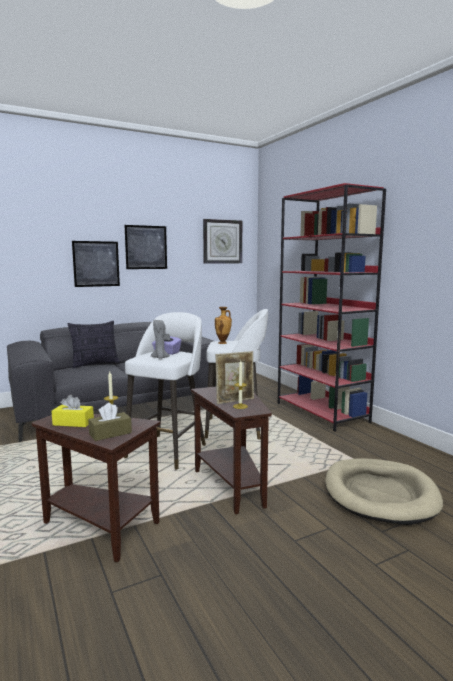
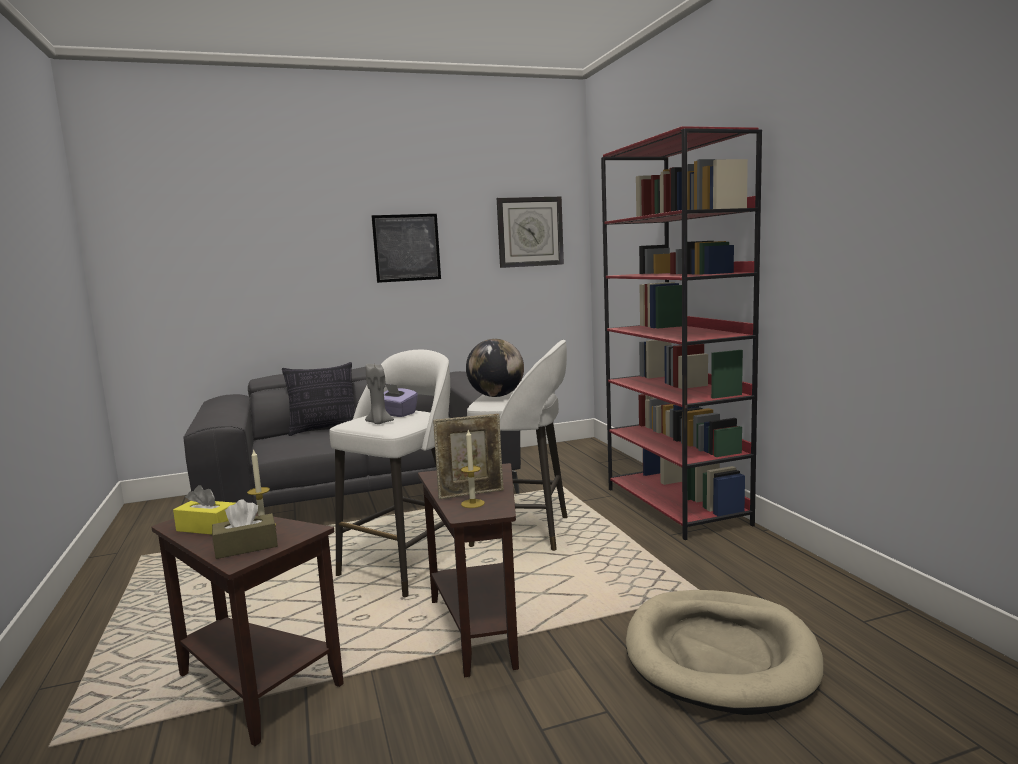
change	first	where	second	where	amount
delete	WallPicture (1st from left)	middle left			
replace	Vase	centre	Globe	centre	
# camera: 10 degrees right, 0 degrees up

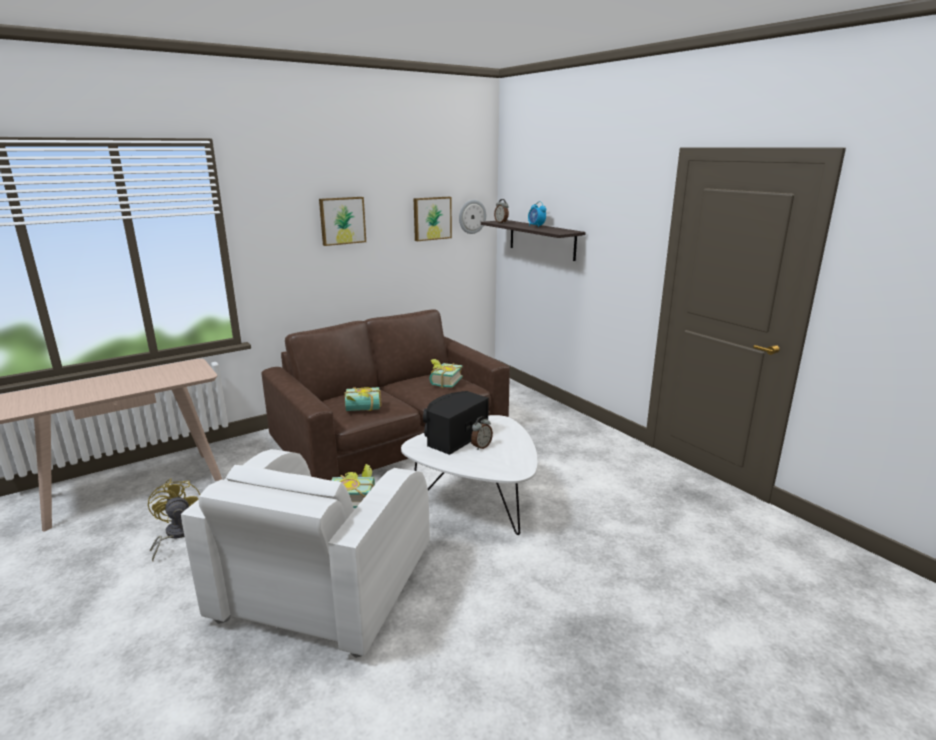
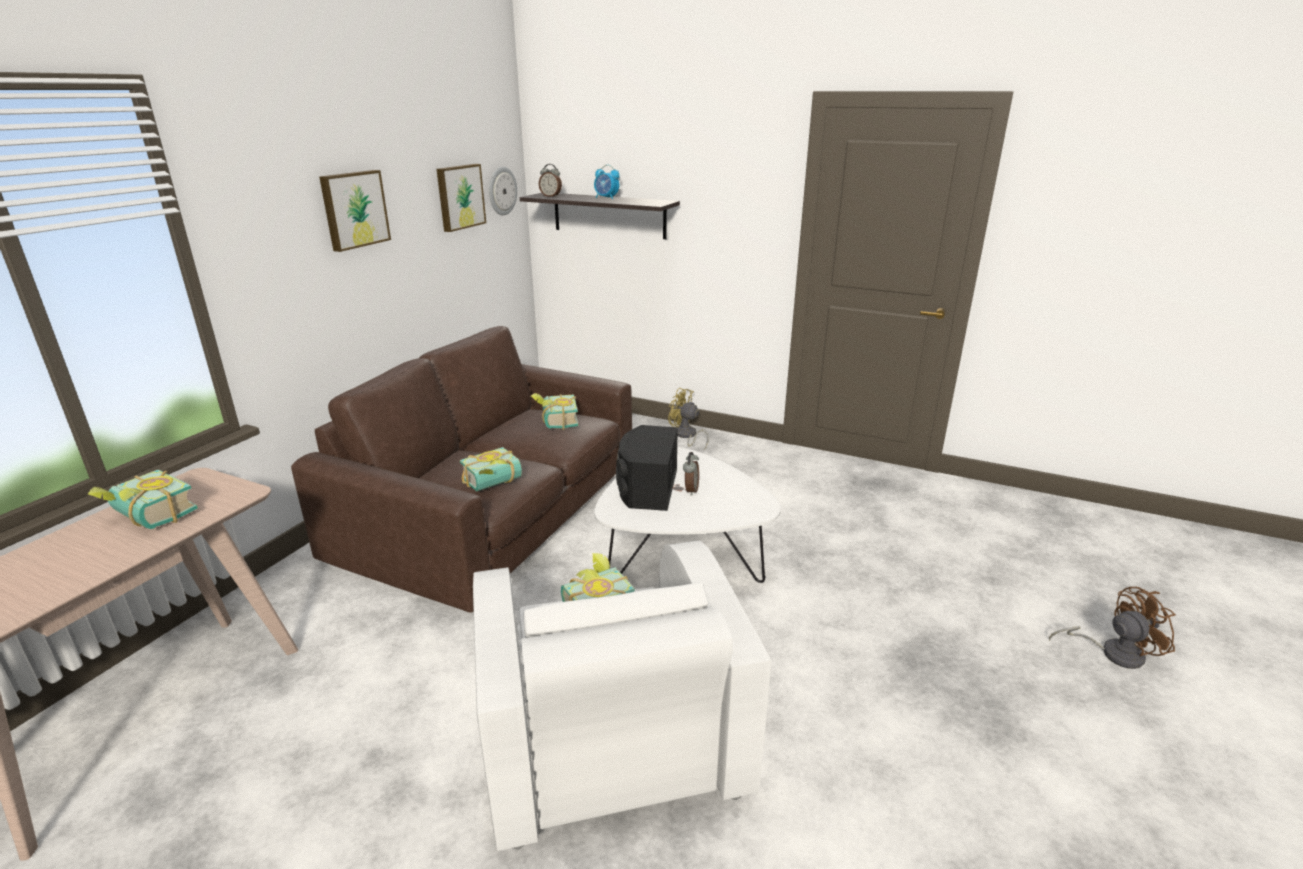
change	first	where	second	where	amount
insert			BoundBook (1st from left)	middle left	
insert			BrownColouredCoolingFan	bottom right	
move	YellowishCoolingFan	bottom left		centre	
# camera: 30 degrees left, 5 degrees up

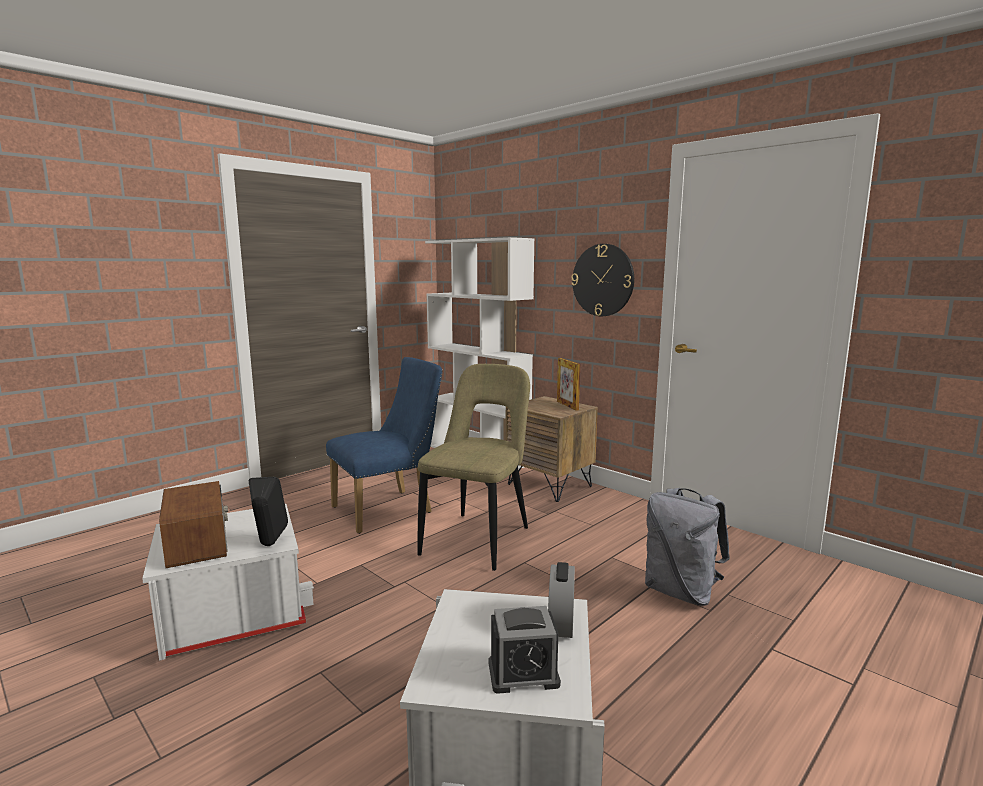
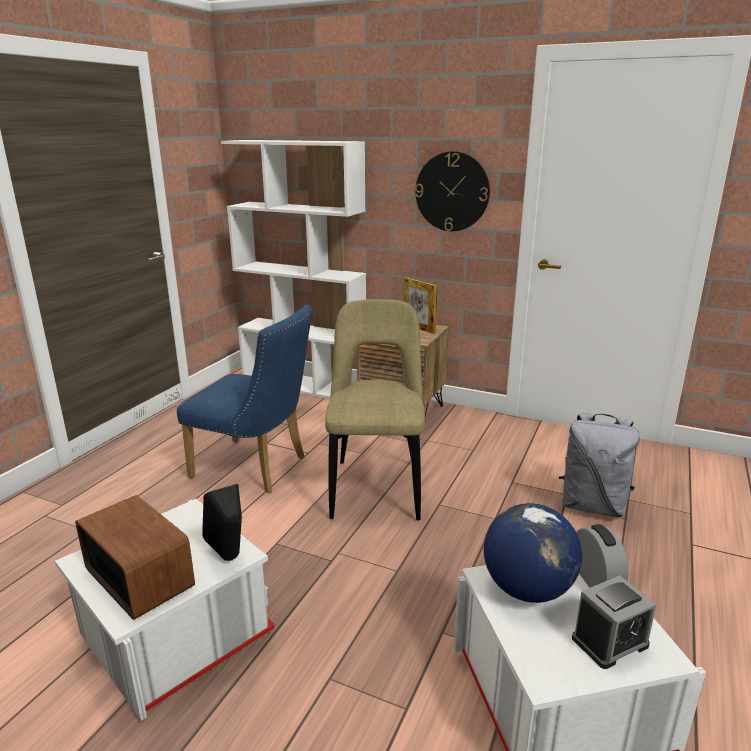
change	first	where	second	where	amount
insert			Globe	bottom right	
rotate	BluishChair	centre		middle left	75 degrees clockwise
# camera: 20 degrees left, 10 degrees up

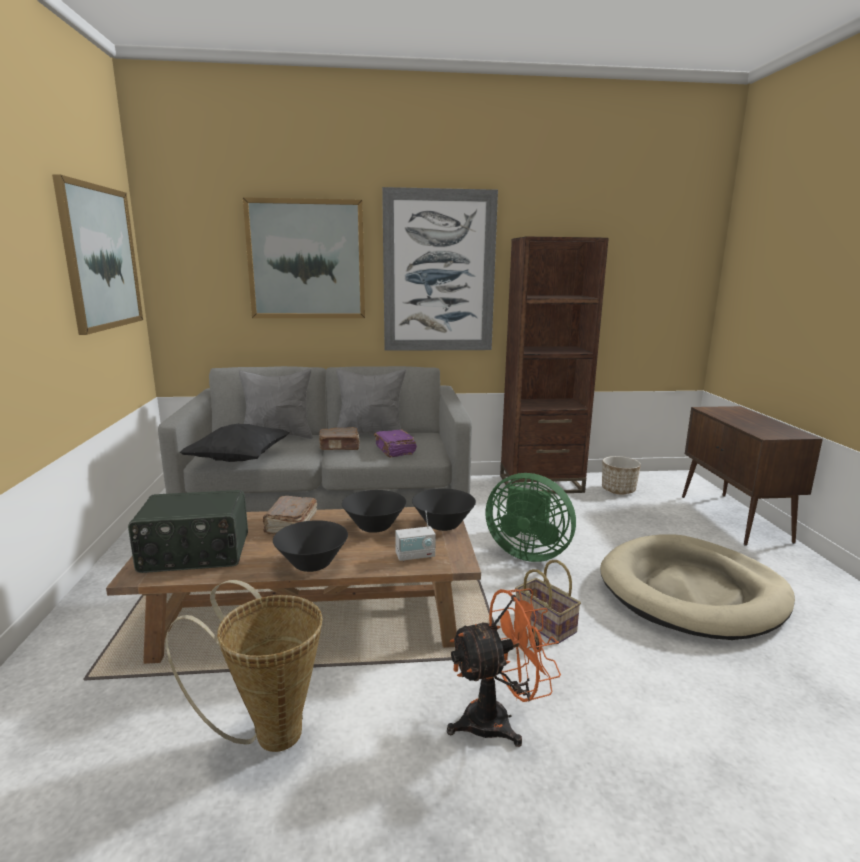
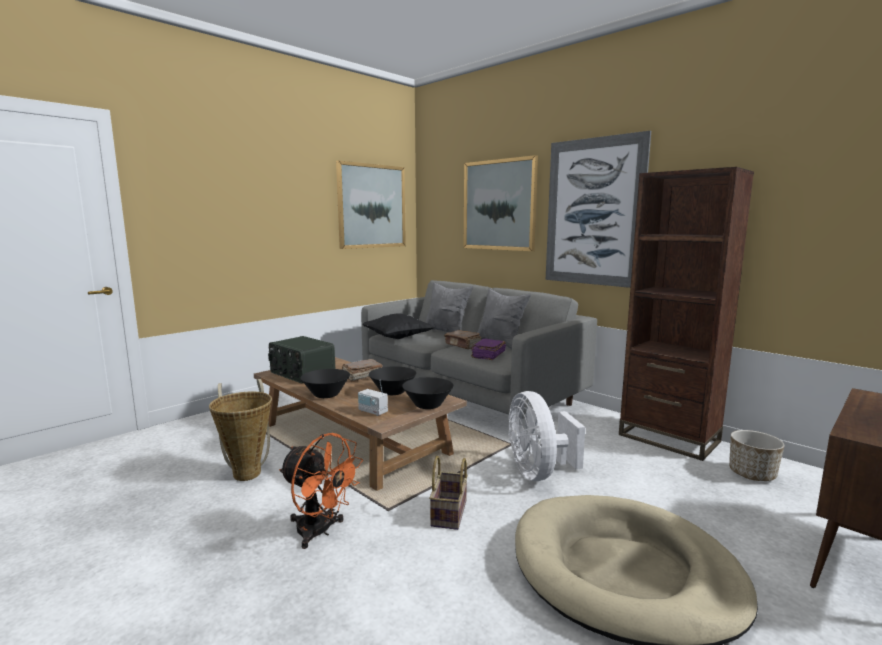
change	first	where	second	where	amount
recolor	GreenishCoolingFan	centre	WhitishCoolingFan	bottom centre	
# camera: 50 degrees right, 5 degrees down

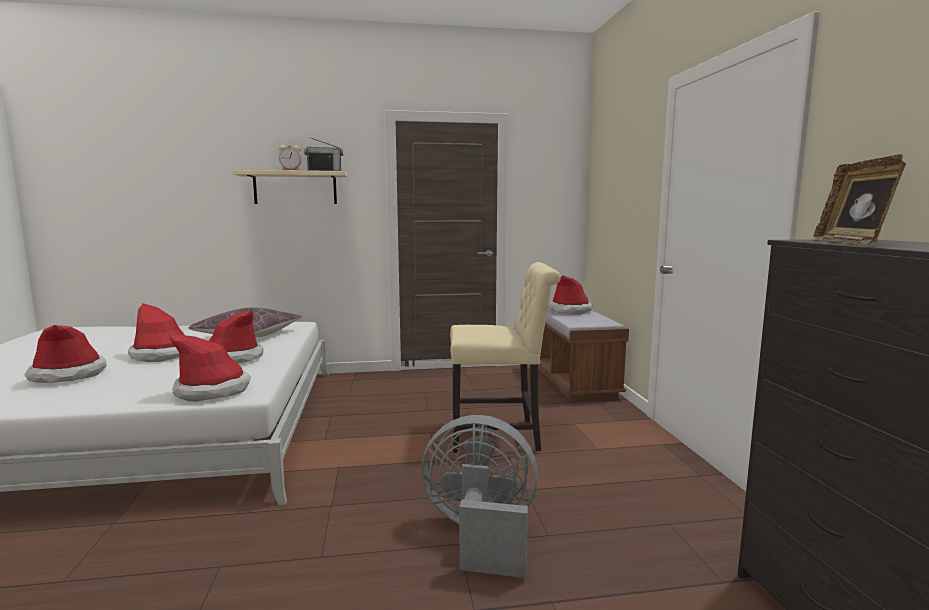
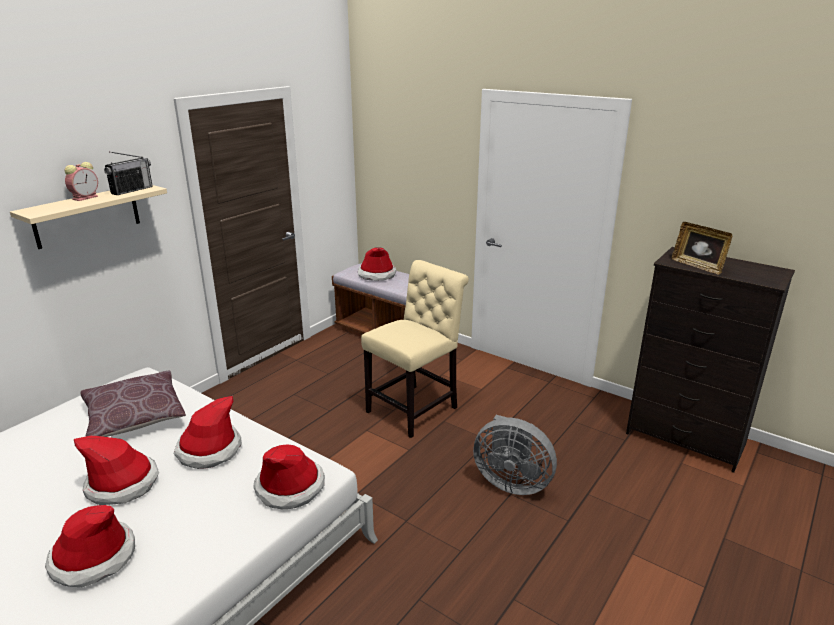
change	first	where	second	where	amount
rotate	GreyishCoolingFan	bottom centre		bottom centre	120 degrees counterclockwise
# camera: 45 degrees left, 15 degrees up

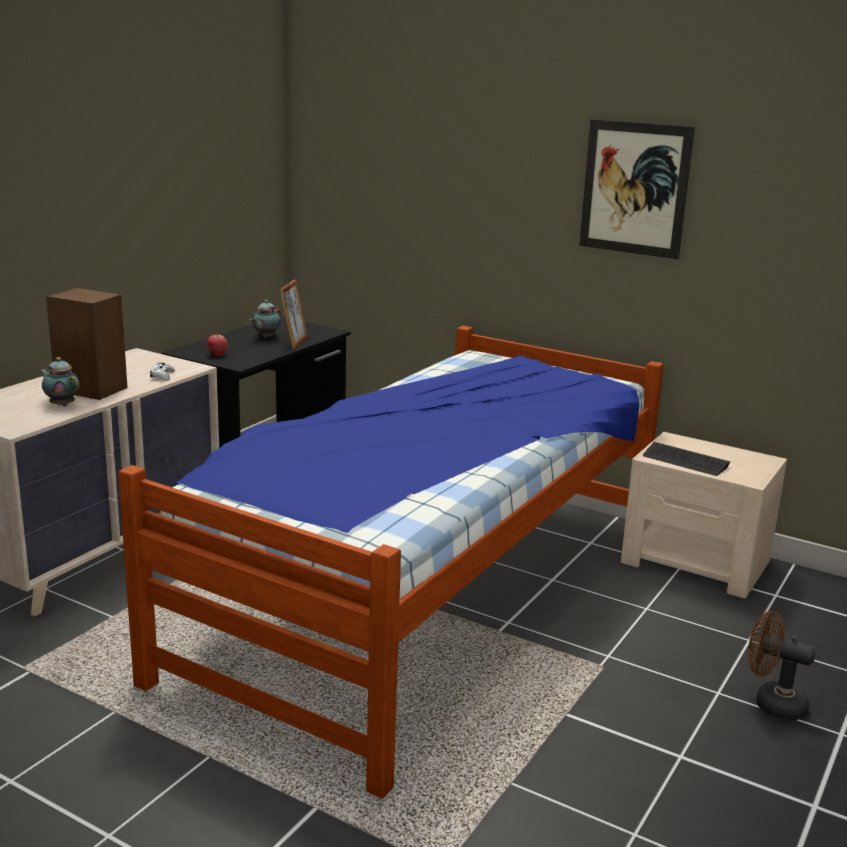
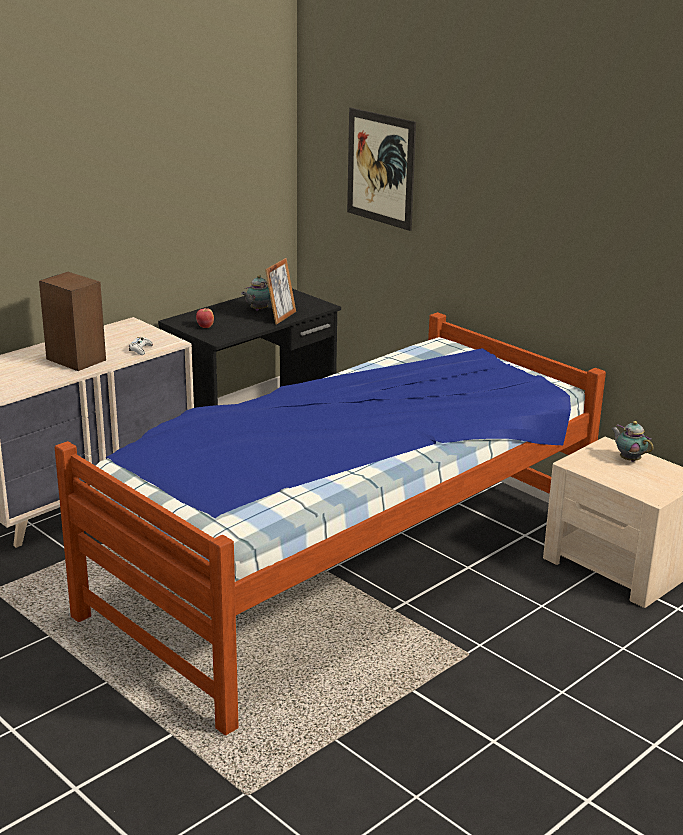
change	first	where	second	where	amount
delete	PcKeyboard	middle right			
delete	BrownColouredCoolingFan	bottom right			
move	TeaPot (1st from left in the first image)	middle left	TeaPot (2nd from left)	middle right	
move	WallPicture	top right		top centre	
# camera: 15 degrees right, 5 degrees up

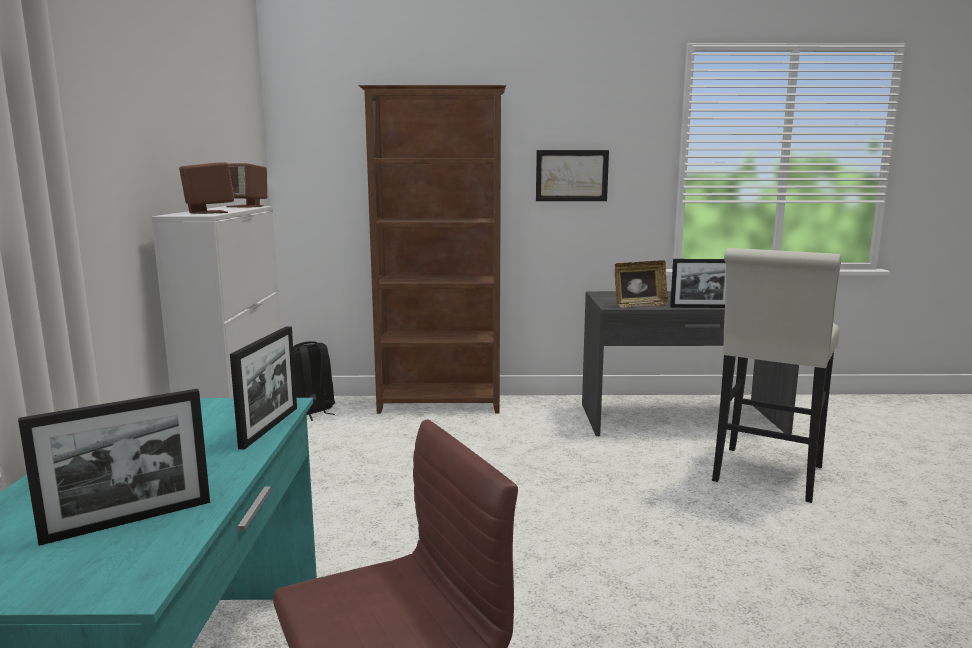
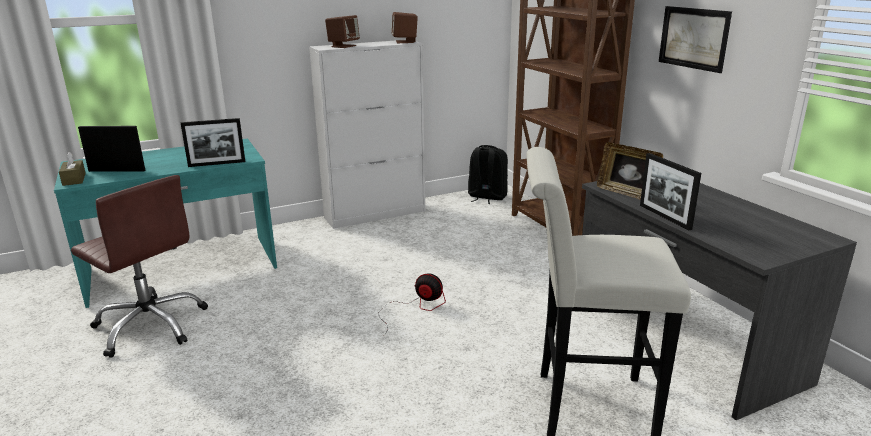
change	first	where	second	where	amount
insert			BrownColouredBoxOfTissues	middle left	
insert			CoolingFan	bottom centre	
rotate	StandingFrame (1st from left)	bottom left		middle left	150 degrees clockwise
# camera: 65 degrees right, 10 degrees up

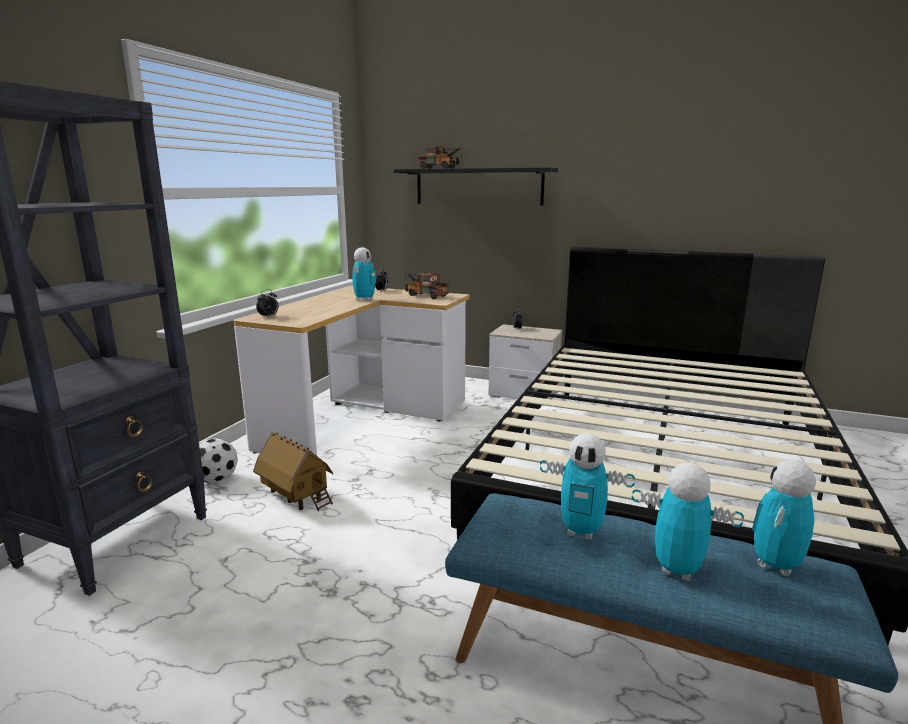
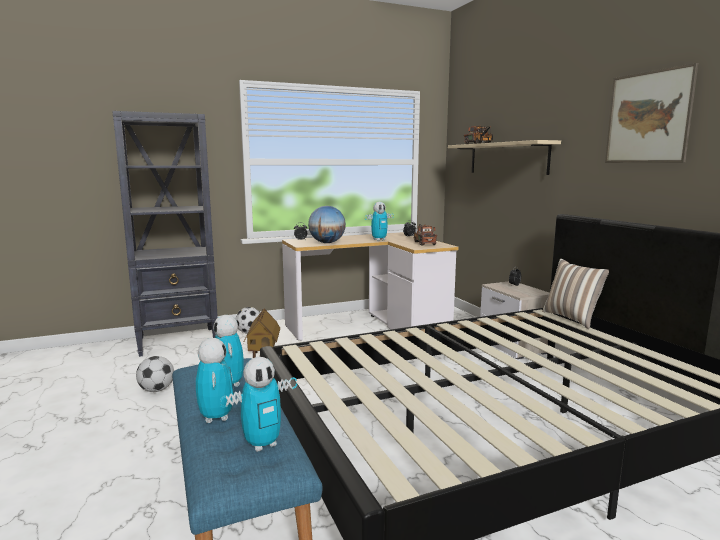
change	first	where	second	where	amount
insert			BallForFootball (1st from left)	bottom left	
insert			Globe	centre	
insert			Cushion	middle right	
insert			WallPicture	top right	
recolor	BlackWallShelf	top centre	BeigeWallShelf	top right	
rotate	RobotFigure (4th from left in the first image)	bottom right	RobotFigure (3rd from left)	bottom centre	150 degrees clockwise
# camera: 45 degrees right, 5 degrees down

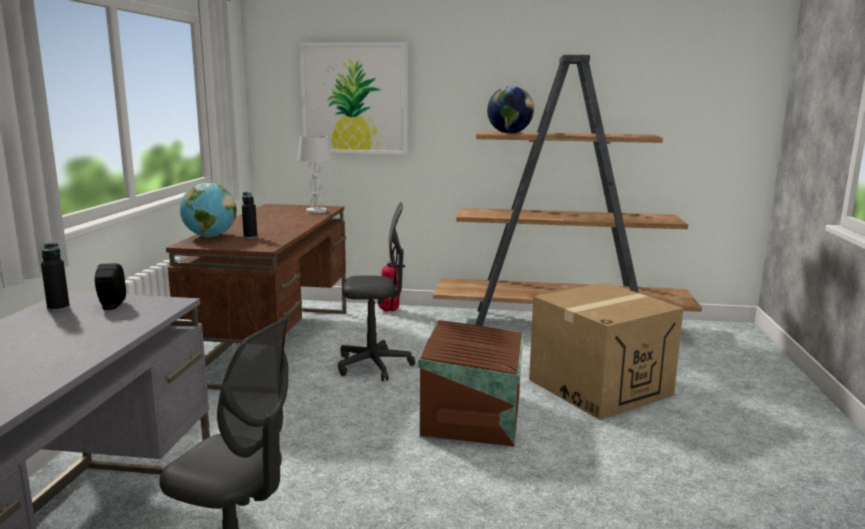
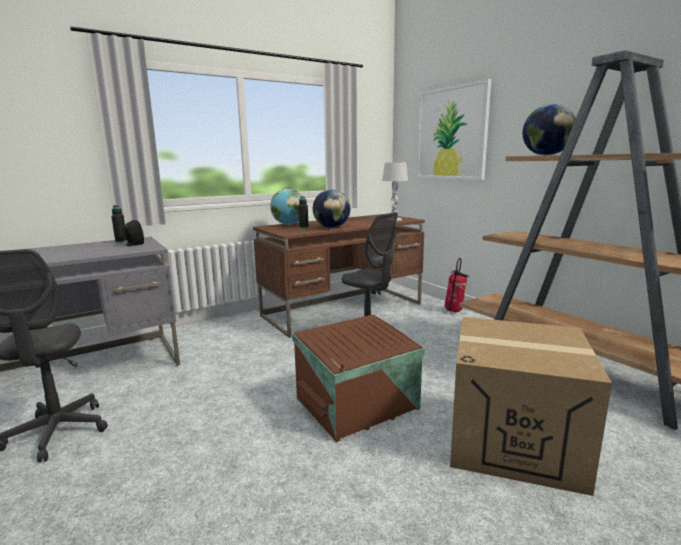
change	first	where	second	where	amount
insert			Globe (2nd from left)	centre	
# camera: 50 degrees right, 0 degrees up

